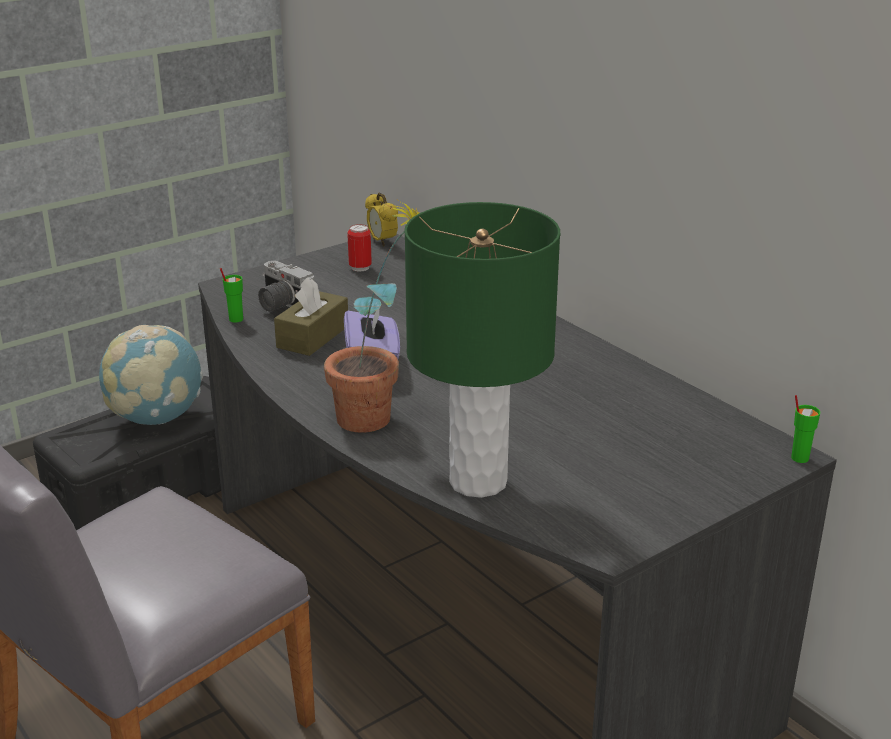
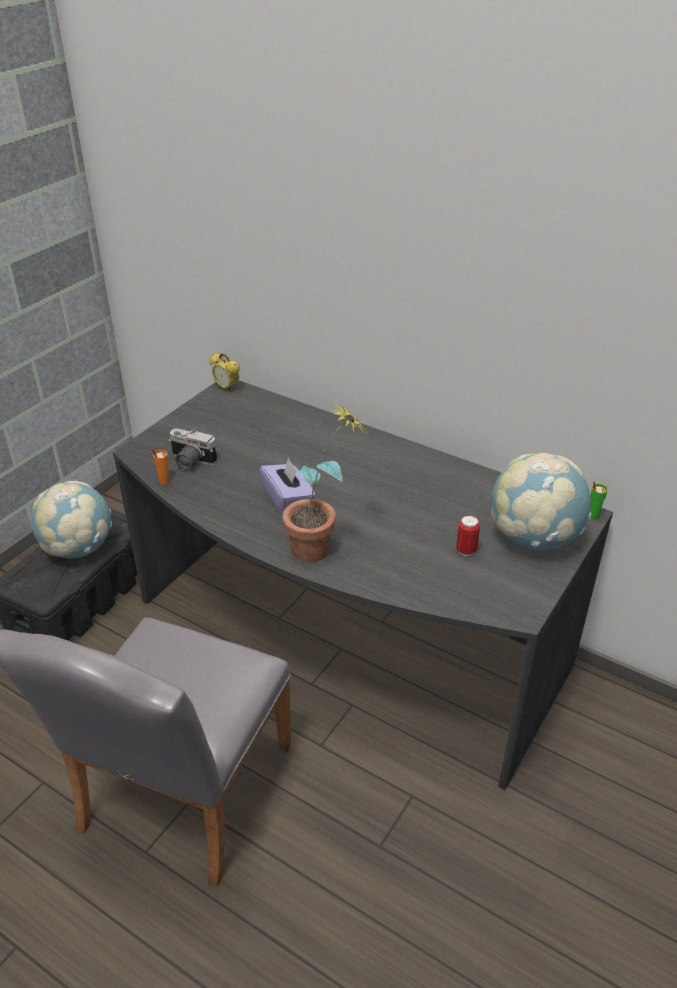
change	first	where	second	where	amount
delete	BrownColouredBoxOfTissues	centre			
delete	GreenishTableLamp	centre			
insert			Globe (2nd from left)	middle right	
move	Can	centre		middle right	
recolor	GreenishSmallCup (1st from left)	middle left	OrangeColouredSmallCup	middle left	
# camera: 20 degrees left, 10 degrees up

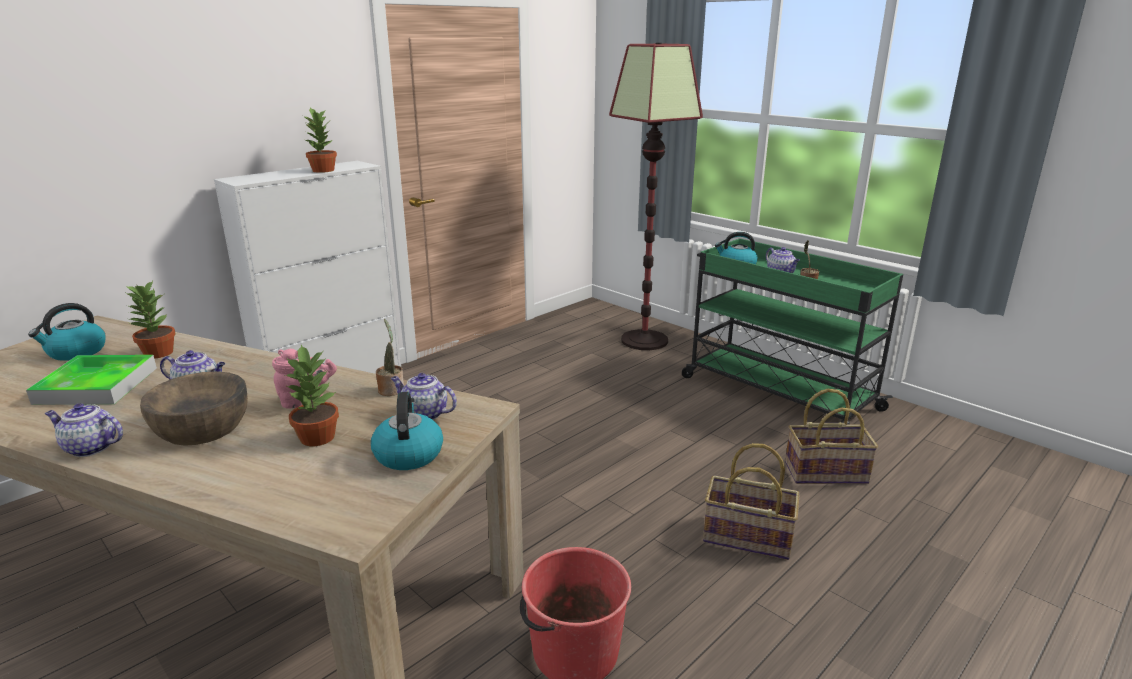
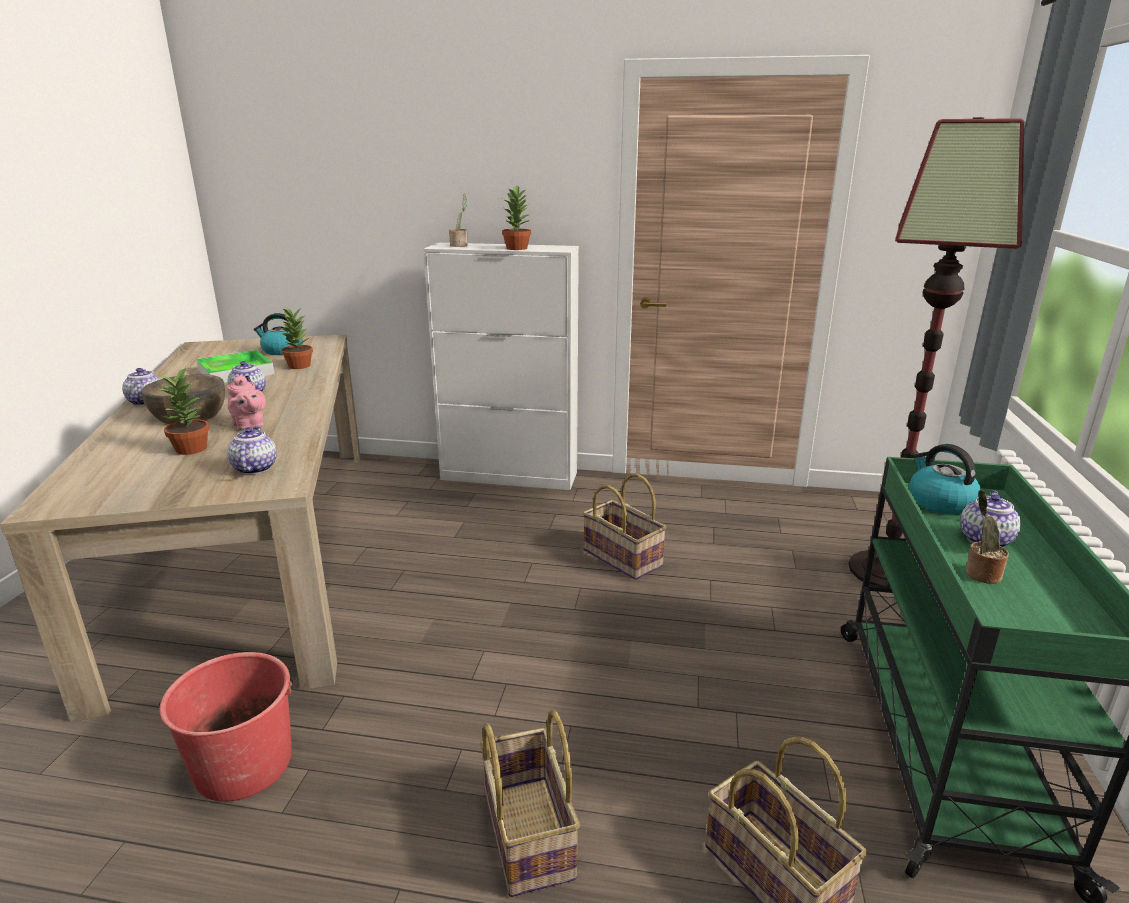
change	first	where	second	where	amount
delete	WaterKettle (2nd from left)	centre			
insert			Basket (2nd from left)	centre	
move	Houseplant (4th from left in the first image)	centre	Houseplant (3rd from left)	top centre	
# camera: 55 degrees right, 0 degrees up

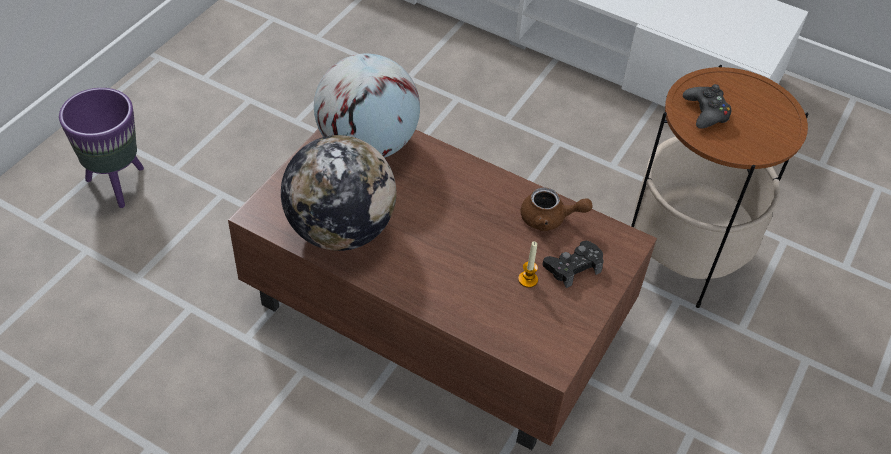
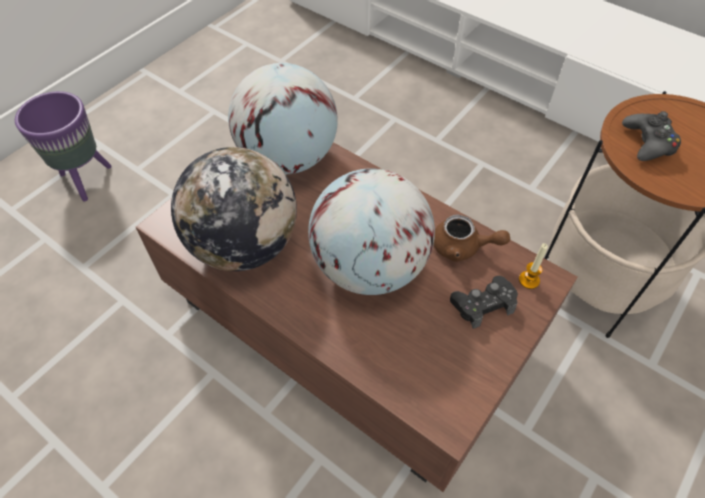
change	first	where	second	where	amount
insert			Globe (3rd from left)	centre	
move	WaxCandle	centre		middle right	
# camera: 10 degrees right, 5 degrees up

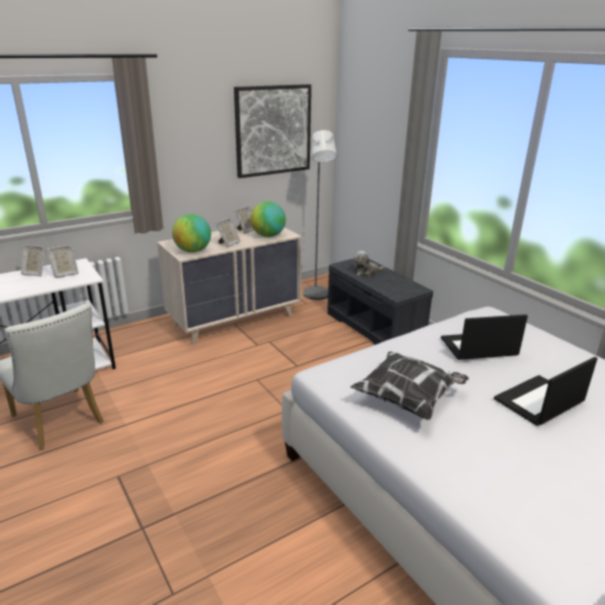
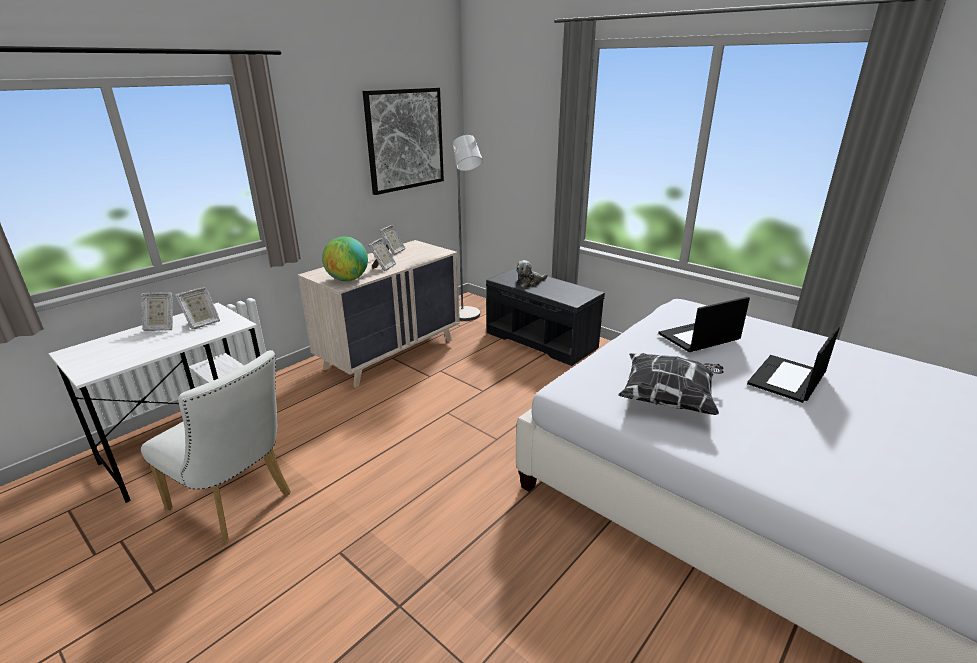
change	first	where	second	where	amount
delete	Globe (2nd from left)	centre			
# camera: 15 degrees left, 0 degrees up

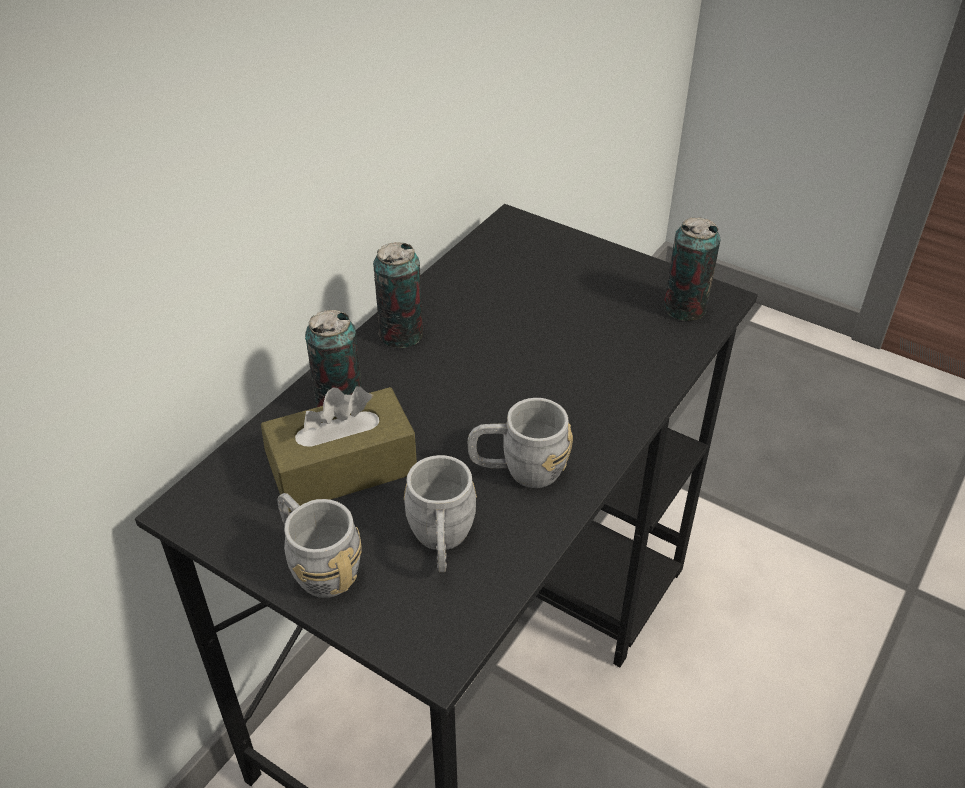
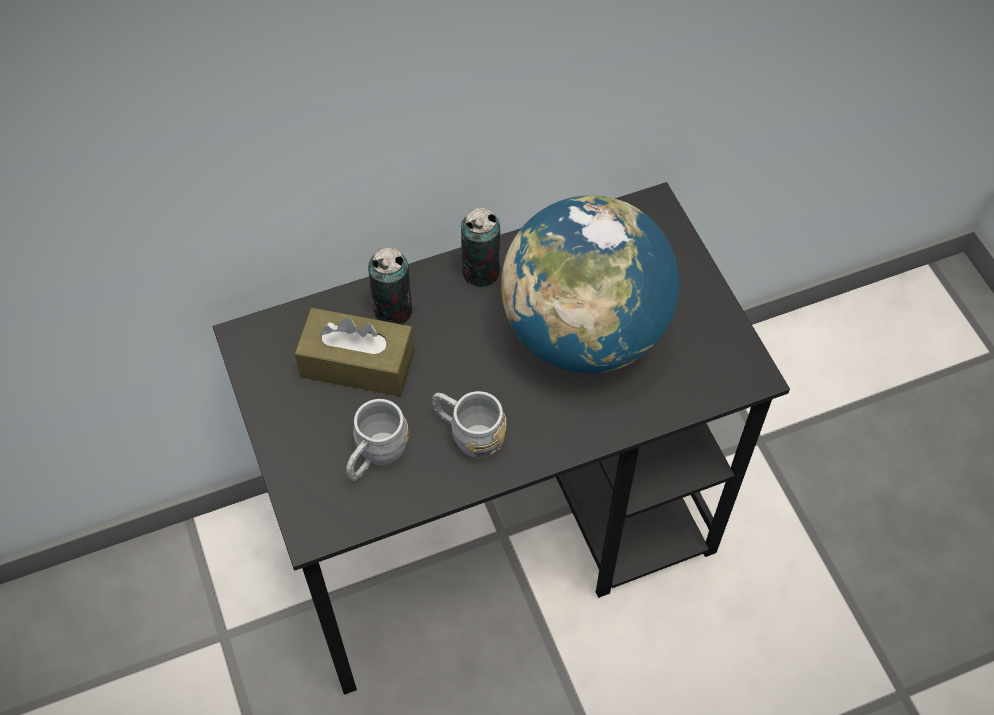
change	first	where	second	where	amount
delete	GreyishTeaMug (1st from left)	bottom left			
delete	Can (3rd from left)	middle right			
insert			Globe	centre	
# camera: 35 degrees right, 15 degrees up

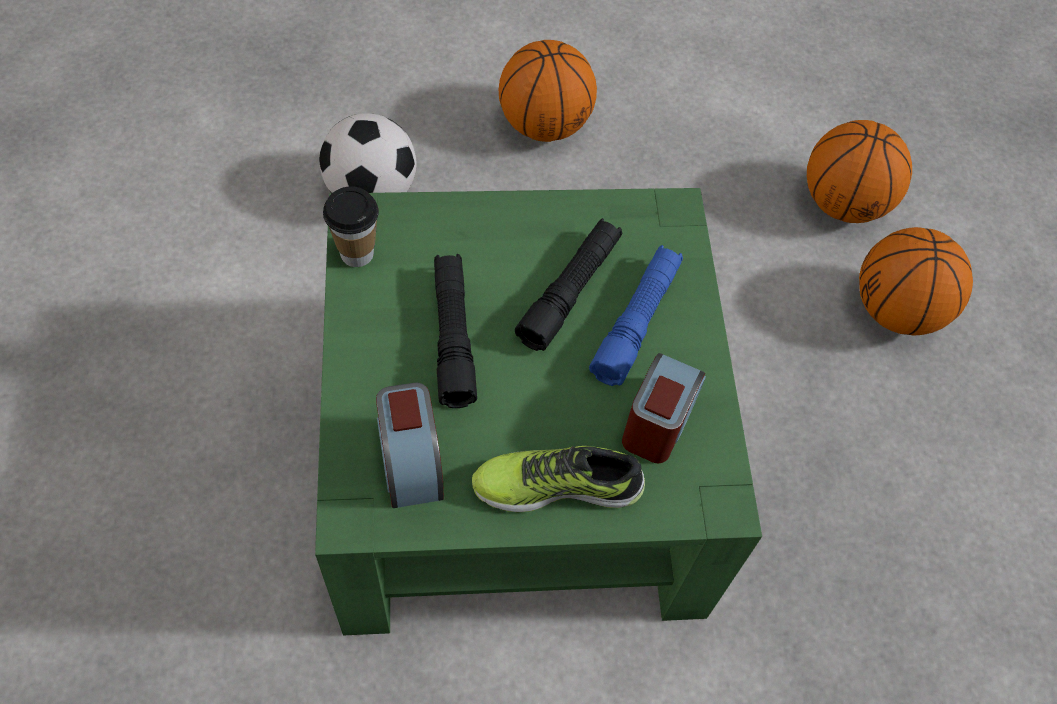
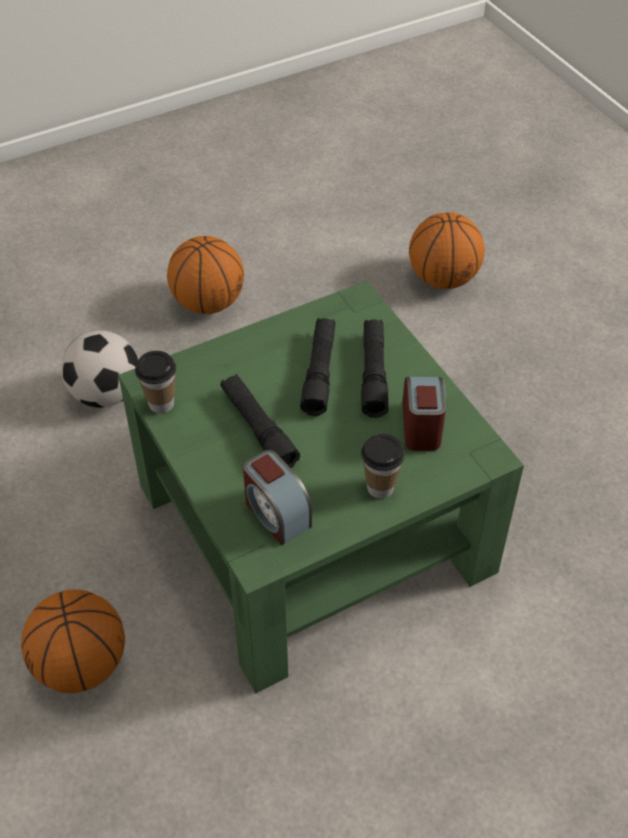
change	first	where	second	where	amount
move	Basketball (3rd from left in the first image)	middle right	Basketball (1st from left)	bottom left	
replace	ItemOfFootwear	bottom centre	SmallCup (2nd from left)	centre	
recolor	BluishHandTorch	centre	BlackHandTorch (3rd from left)	centre	
# camera: 20 degrees left, 10 degrees down

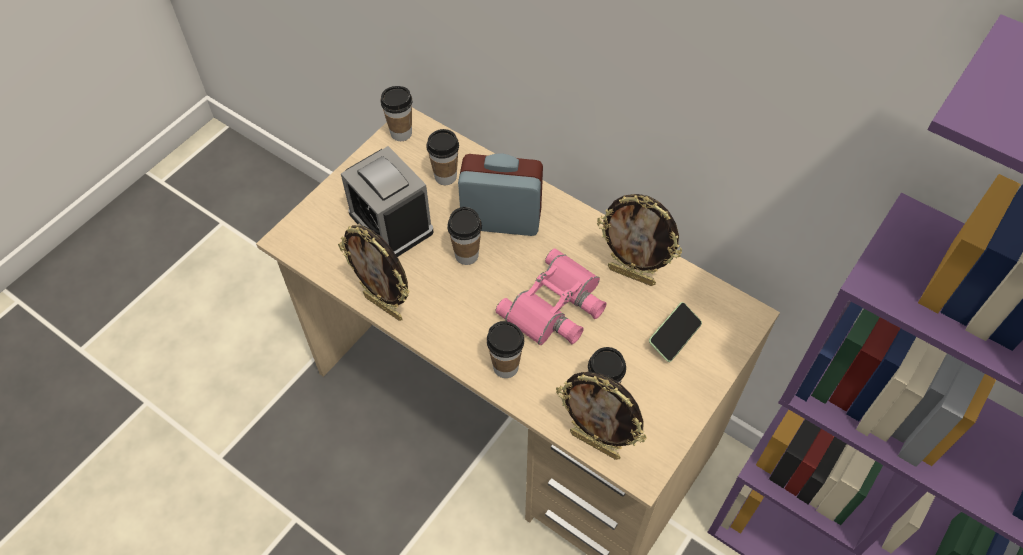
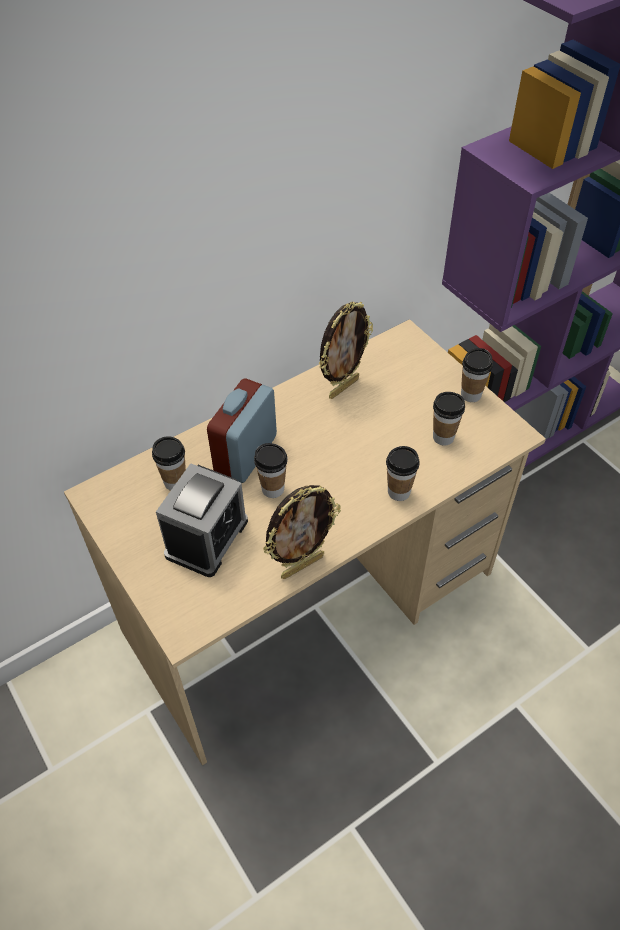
change	first	where	second	where	amount
delete	PinkishFieldGlasses	centre			
delete	StandingFrame (2nd from left)	bottom centre			
delete	Handset	centre			
move	SmallCup (1st from left in the first image)	top centre	SmallCup (5th from left)	middle right	
rotate	AlarmClock (1st from left)	centre		middle left	45 degrees counterclockwise
# camera: 70 degrees left, 5 degrees down

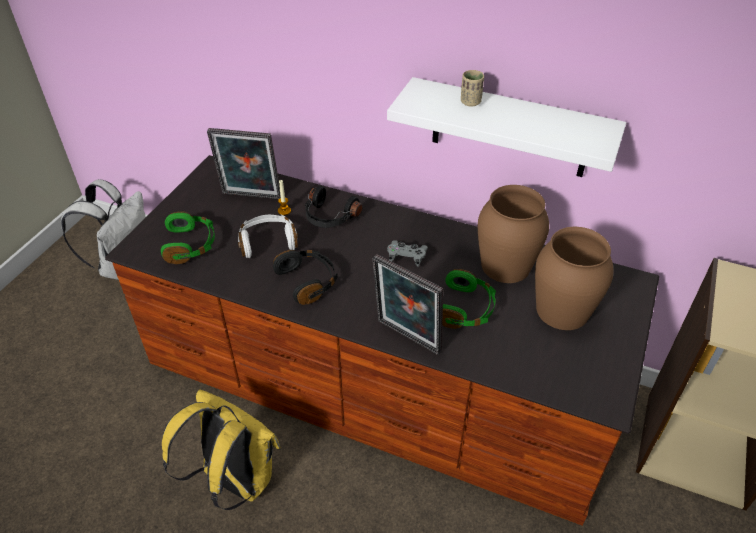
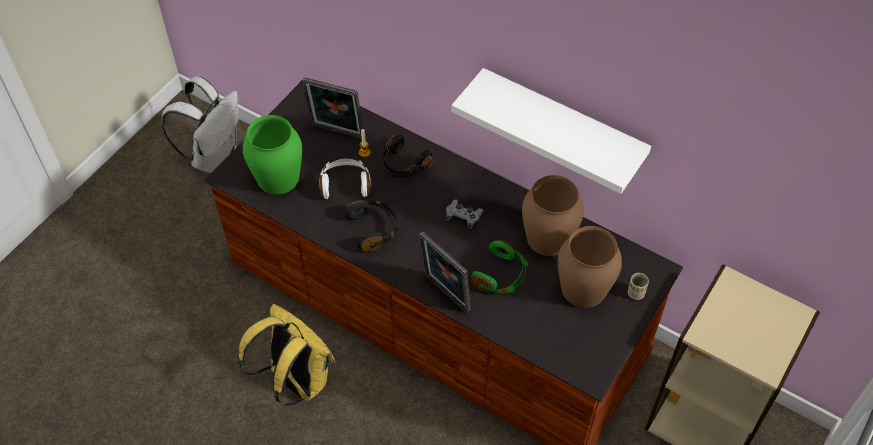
change	first	where	second	where	amount
move	BeigeSmallCup	top centre		middle right	
replace	GreenishPairOfHeadphones (1st from left)	middle left	GreenishVase	middle left	
# camera: 10 degrees right, 10 degrees up

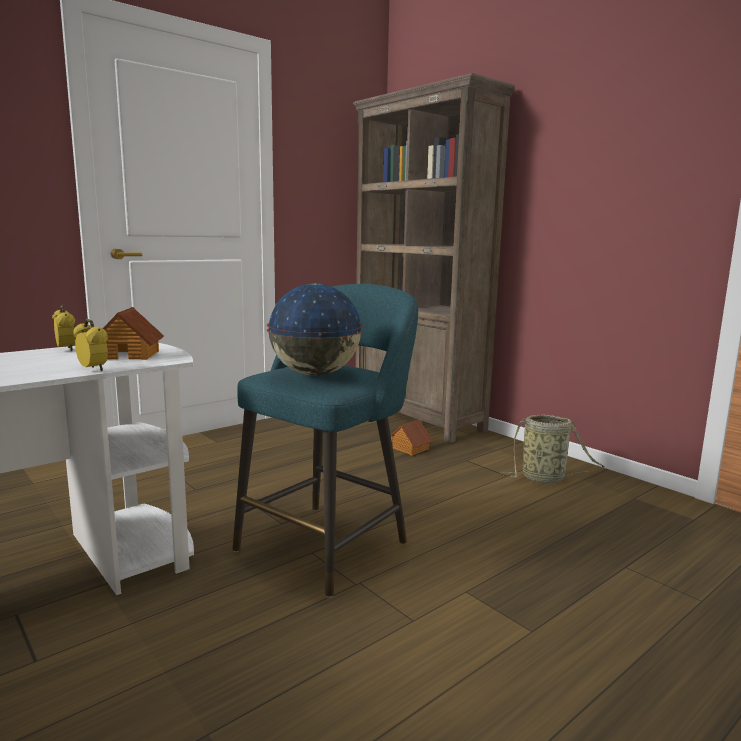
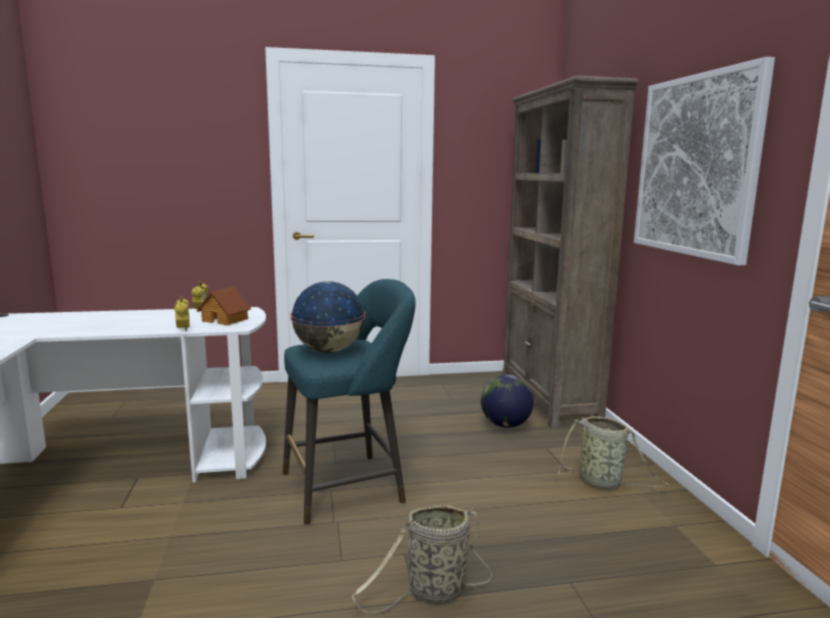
change	first	where	second	where	amount
insert			Basket (1st from left)	bottom centre	
insert			WallPicture	top right	
replace	ToyHouse (2nd from left)	centre	Globe (2nd from left)	centre	
# camera: 30 degrees right, 0 degrees up

